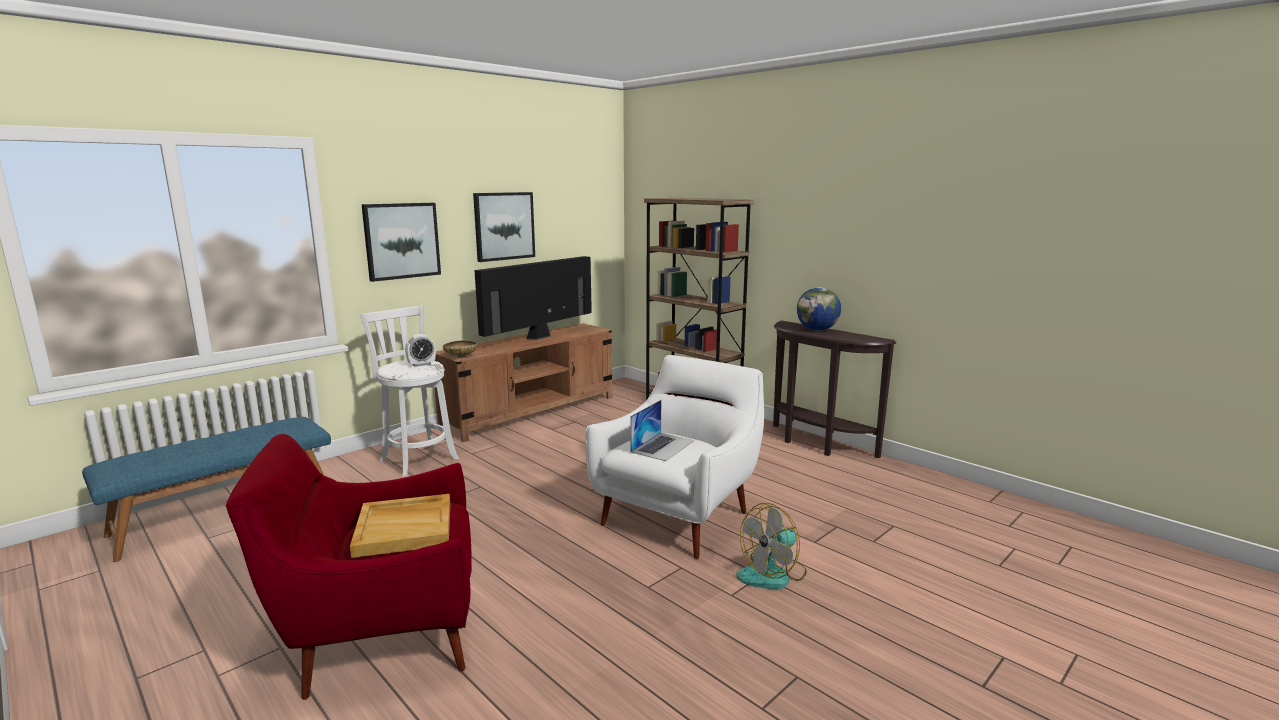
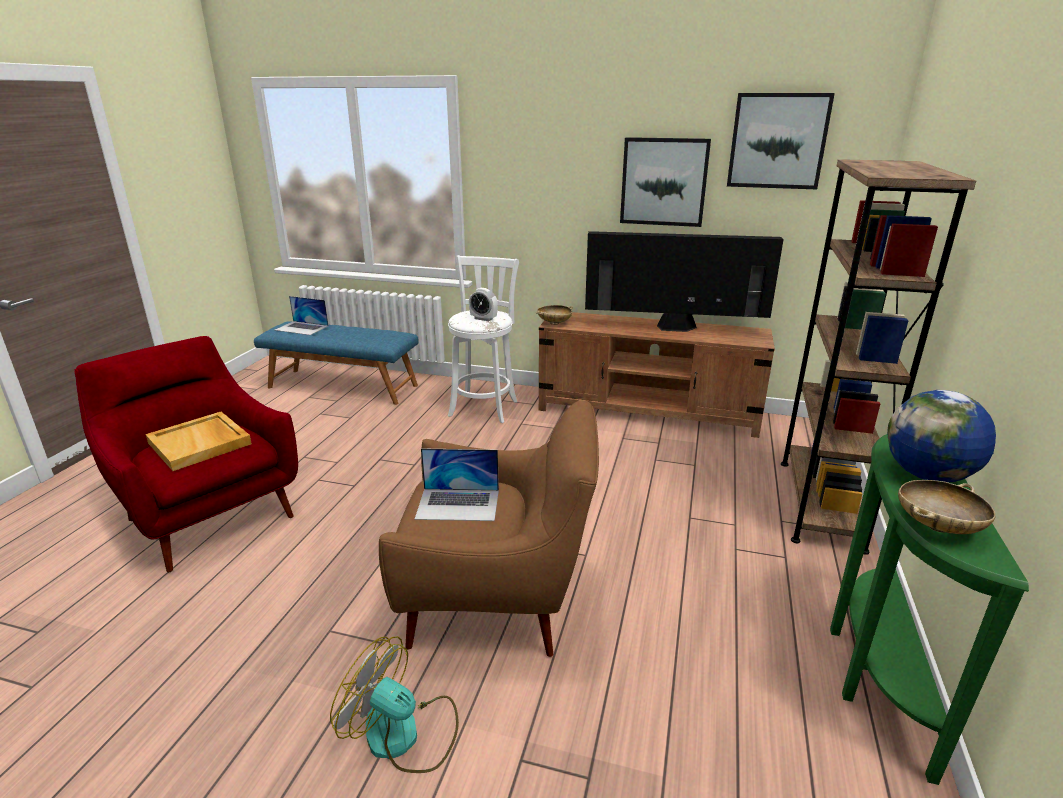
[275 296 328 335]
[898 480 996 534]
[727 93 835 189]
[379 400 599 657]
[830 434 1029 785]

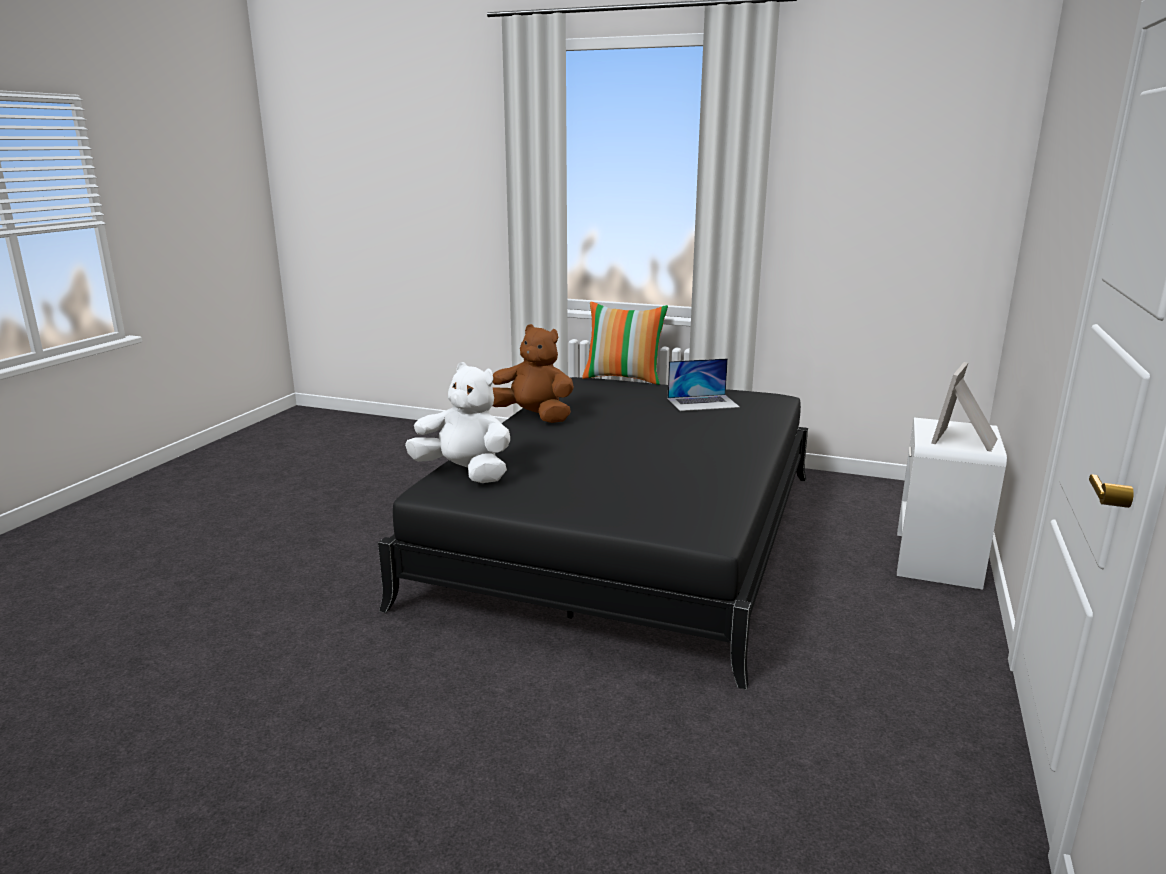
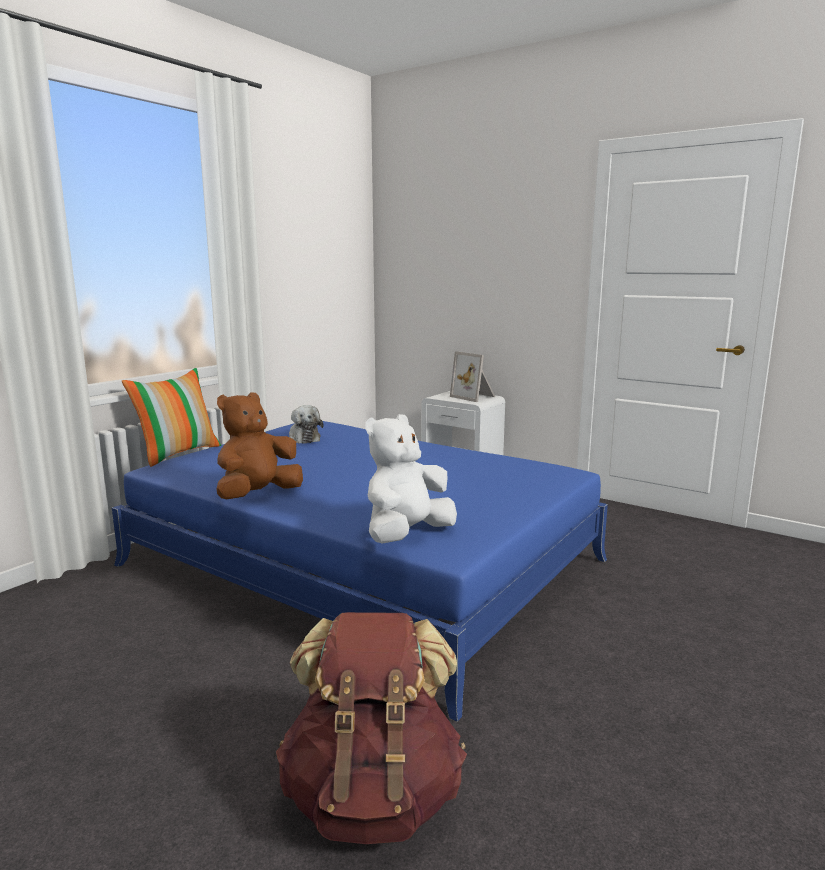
[276 612 467 844]
[289 405 324 444]
[112 421 608 722]

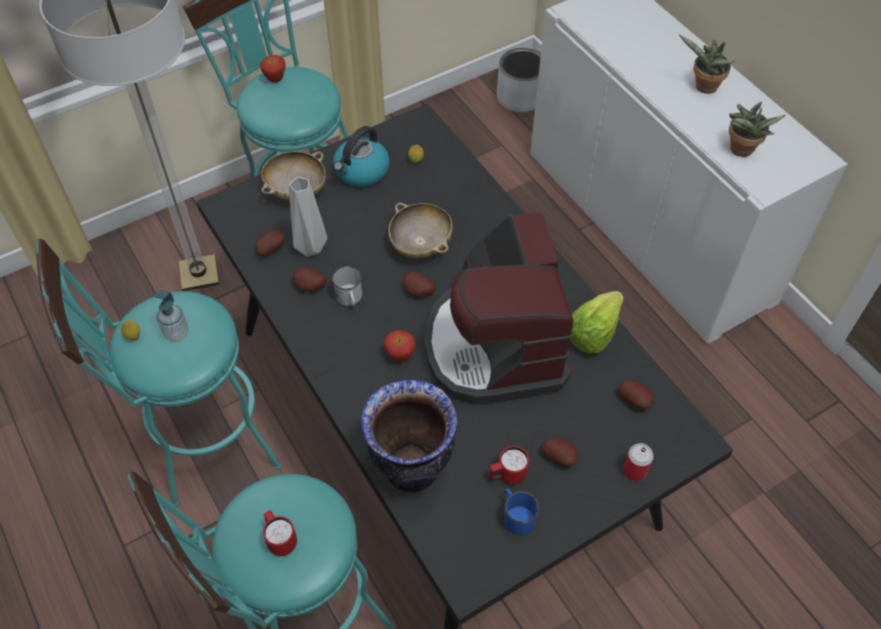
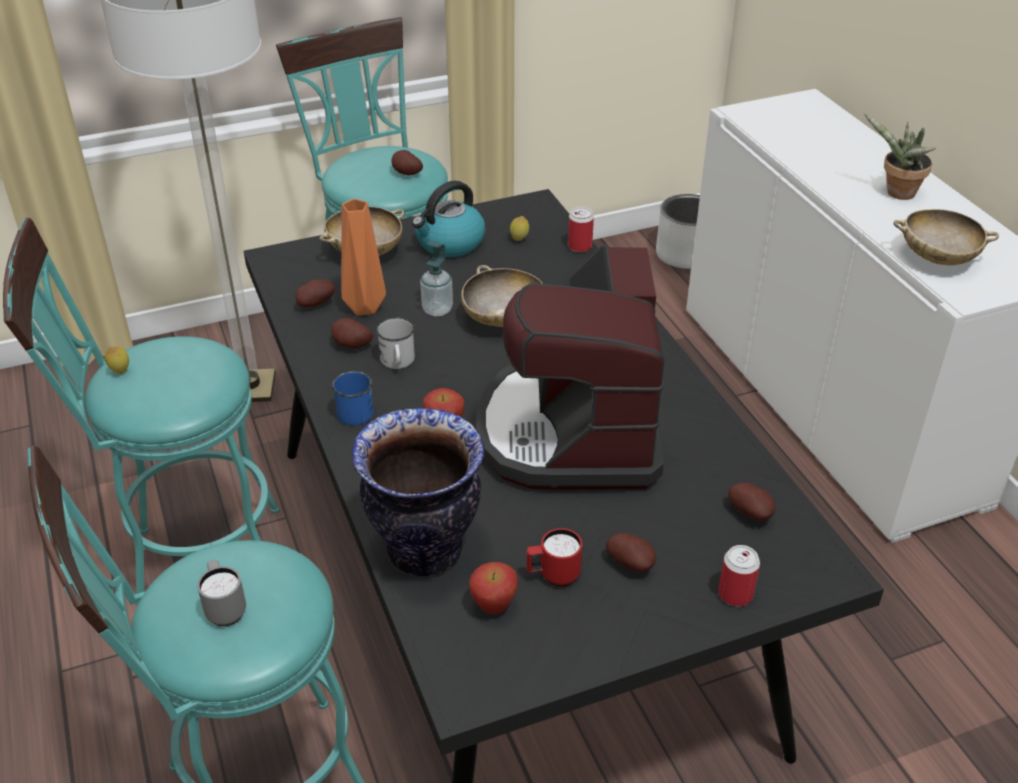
[570 291 624 354] (first image)
[568 207 594 252]
[420 241 453 316]
[469 562 518 614]
[391 150 423 175]
[332 371 374 425]
[893 209 999 265]
[197 560 246 626]
[341 199 386 316]

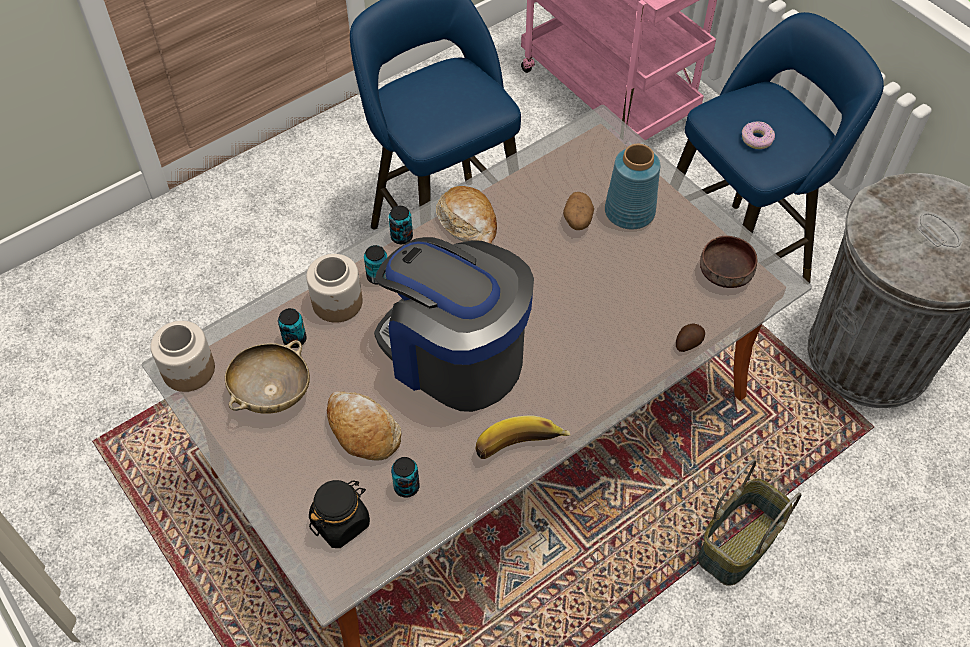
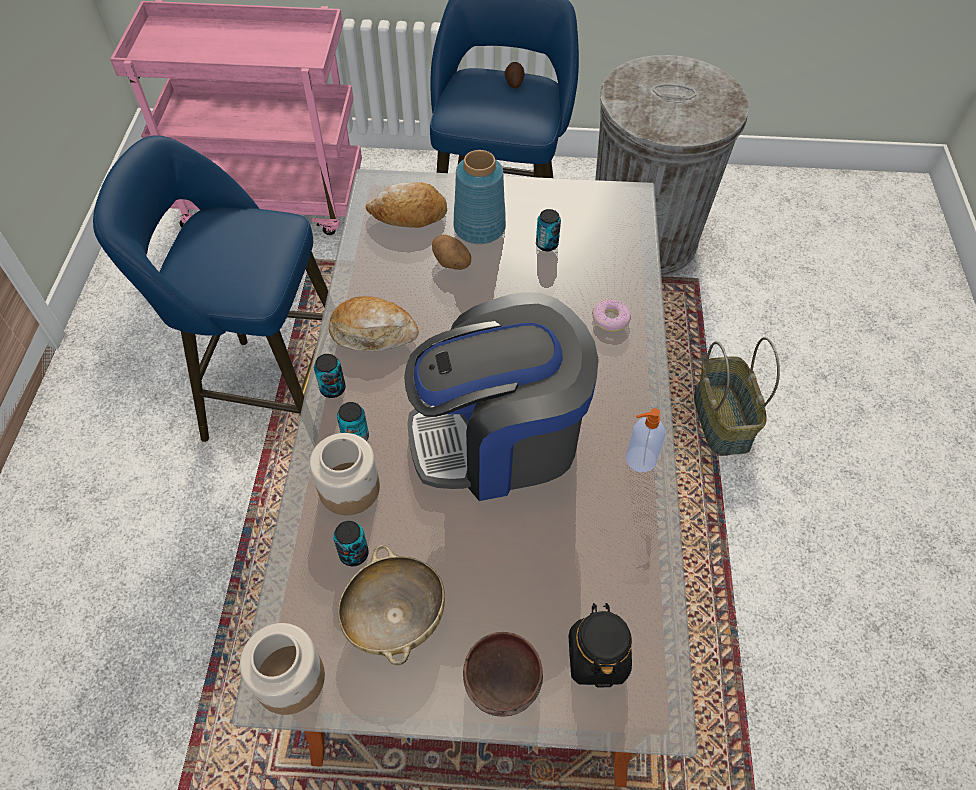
[365 182 447 228]
[536 209 561 251]
[504 62 525 88]
[463 632 543 716]
[592 299 631 332]
[626 408 666 472]

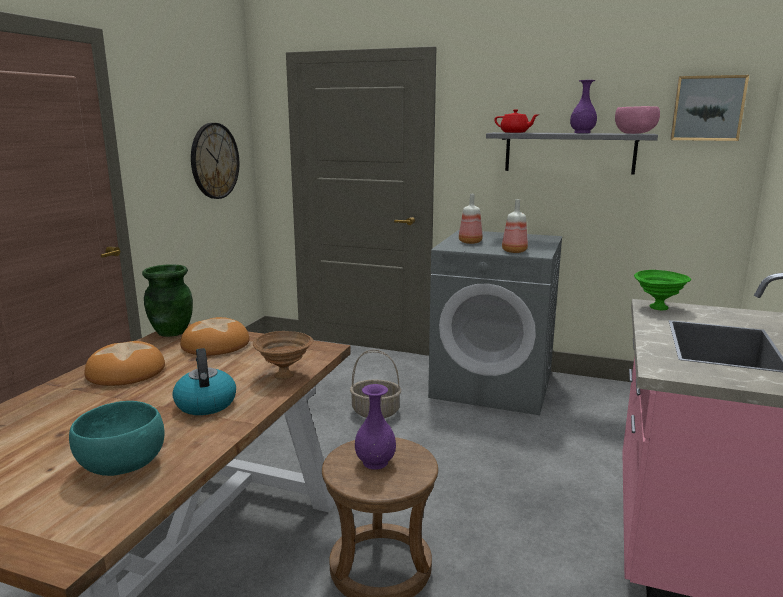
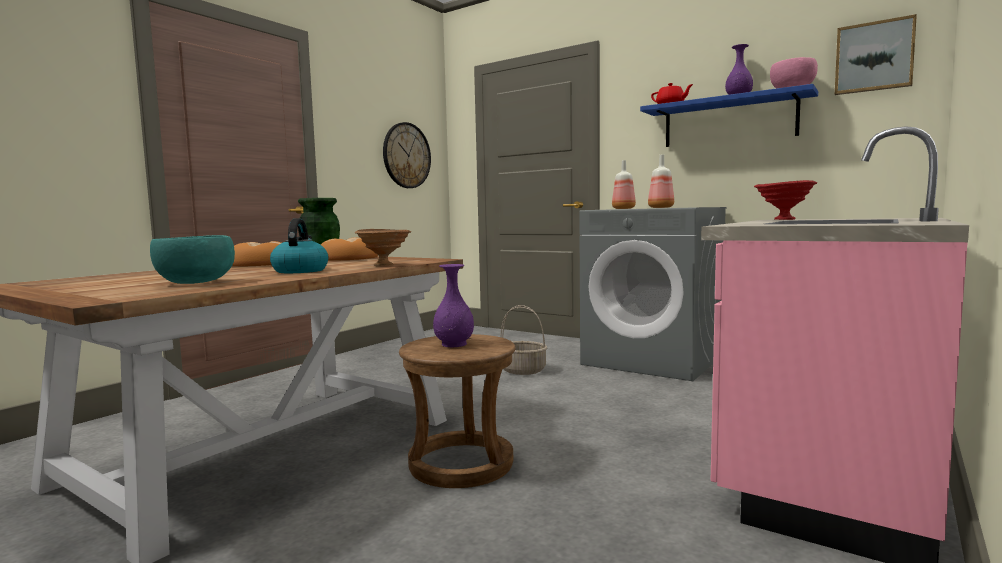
[640 84 818 147]
[754 180 817 220]

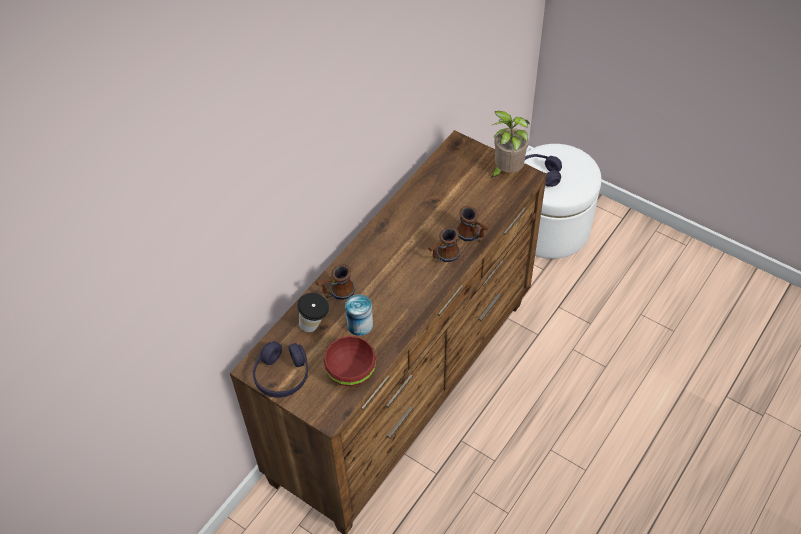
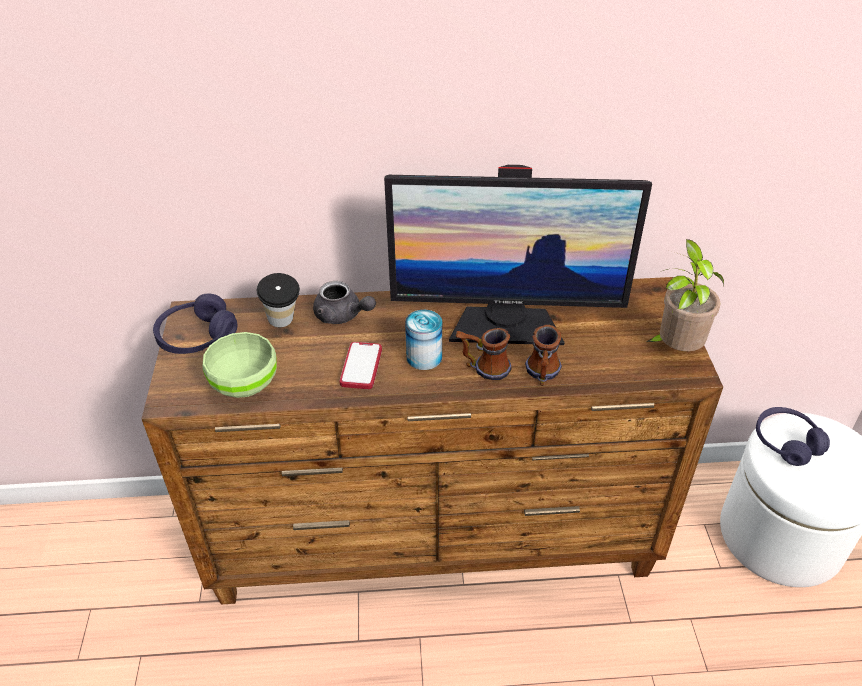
[340 342 382 389]
[384 165 652 345]
[405 310 442 370]
[313 281 376 324]
[203 332 277 398]

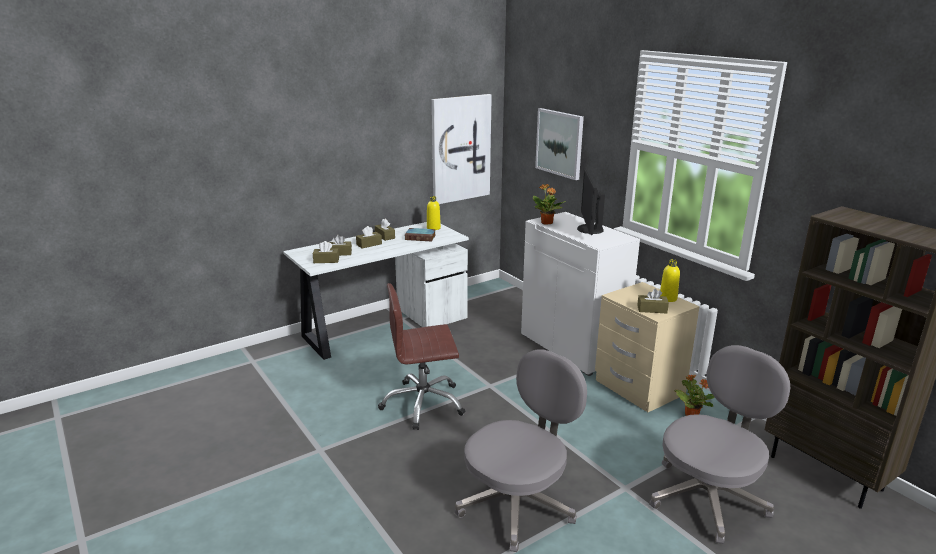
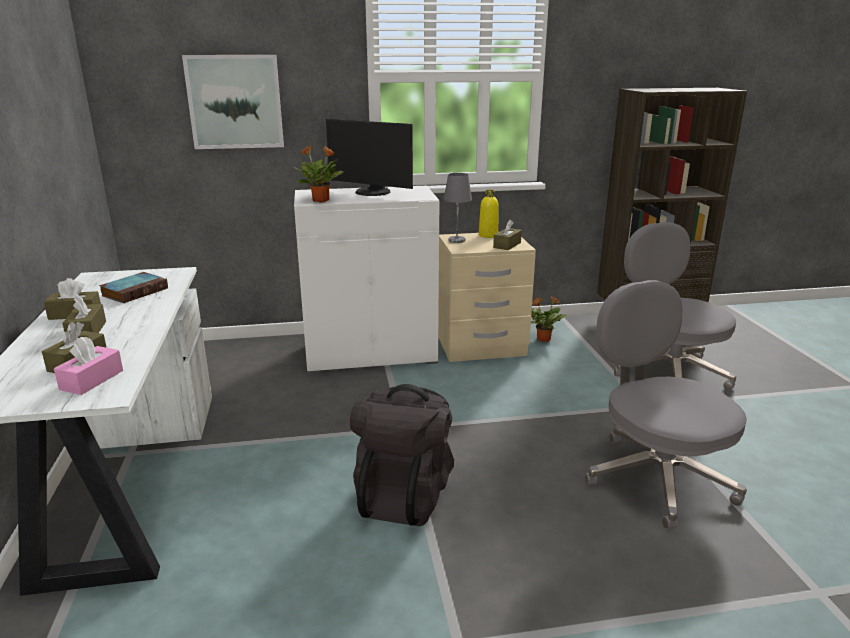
[427 196 441 230] (first image)
[432 94 492 204] (first image)
[444 173 472 243]
[350 384 454 526]
[54 337 123 395]

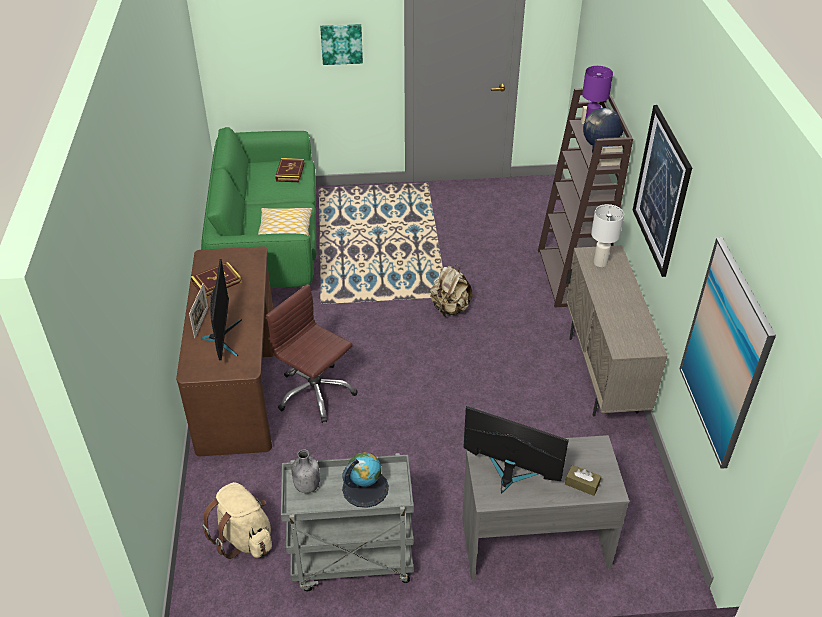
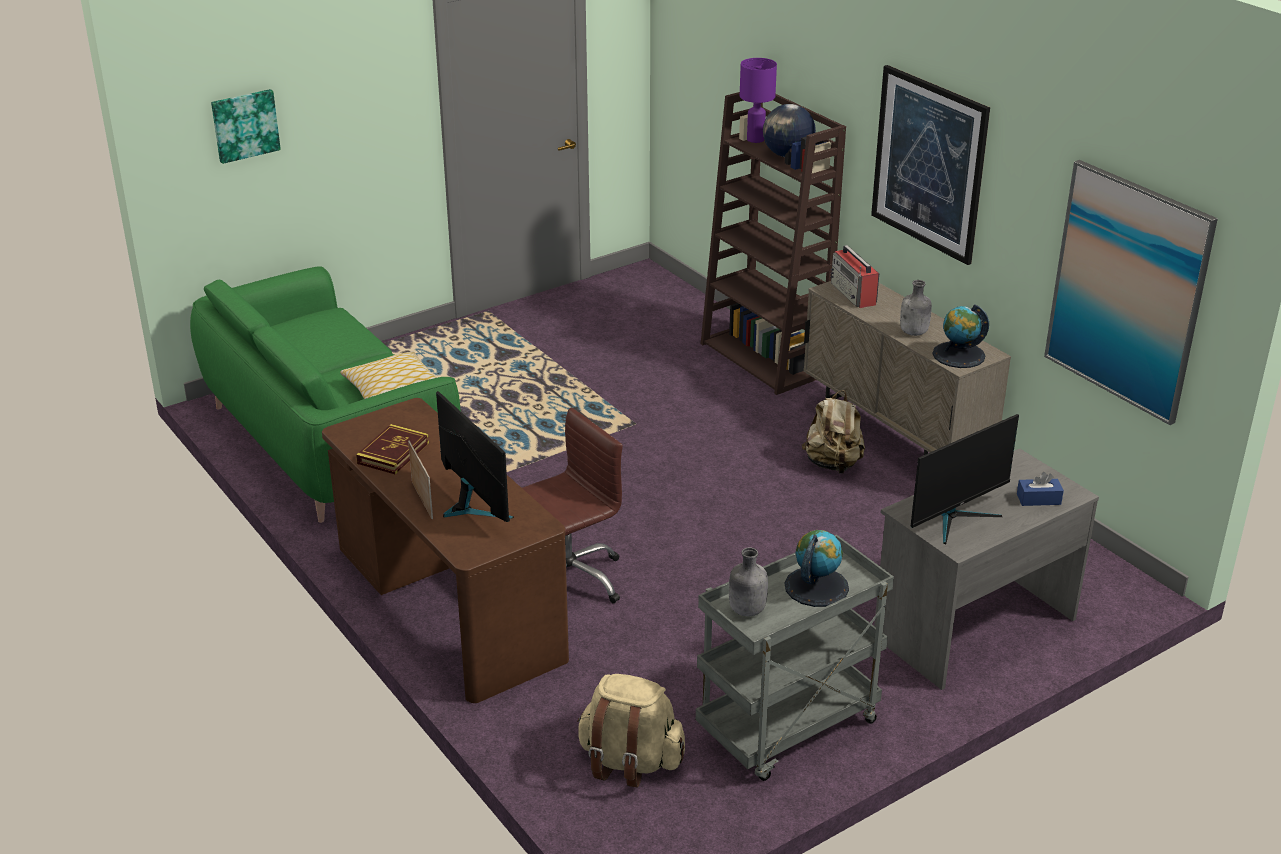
[275 158 305 182] (first image)
[900 280 932 336]
[932 304 989 368]
[211 89 281 164]
[802 390 865 473]
[830 245 879 308]
[1017 472 1064 506]
[522 407 623 604]
[911 414 1019 544]

